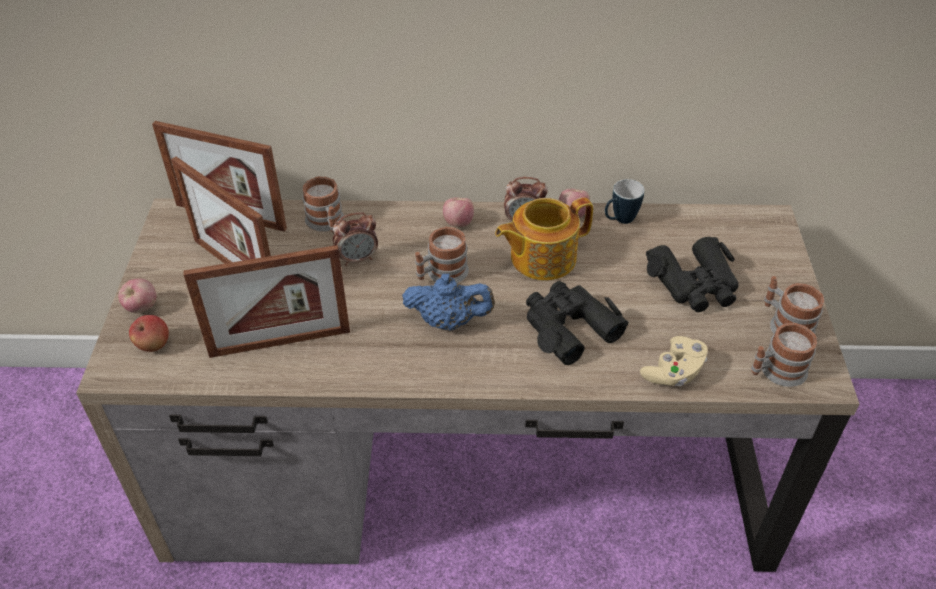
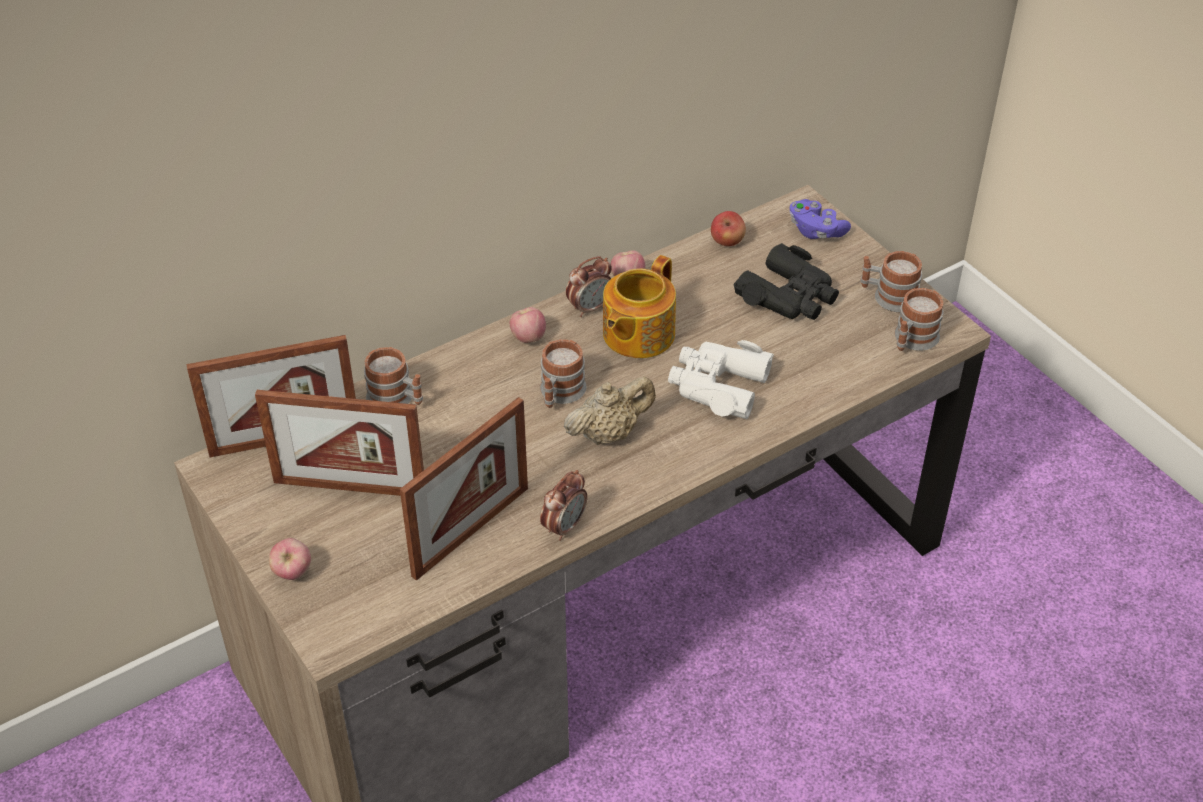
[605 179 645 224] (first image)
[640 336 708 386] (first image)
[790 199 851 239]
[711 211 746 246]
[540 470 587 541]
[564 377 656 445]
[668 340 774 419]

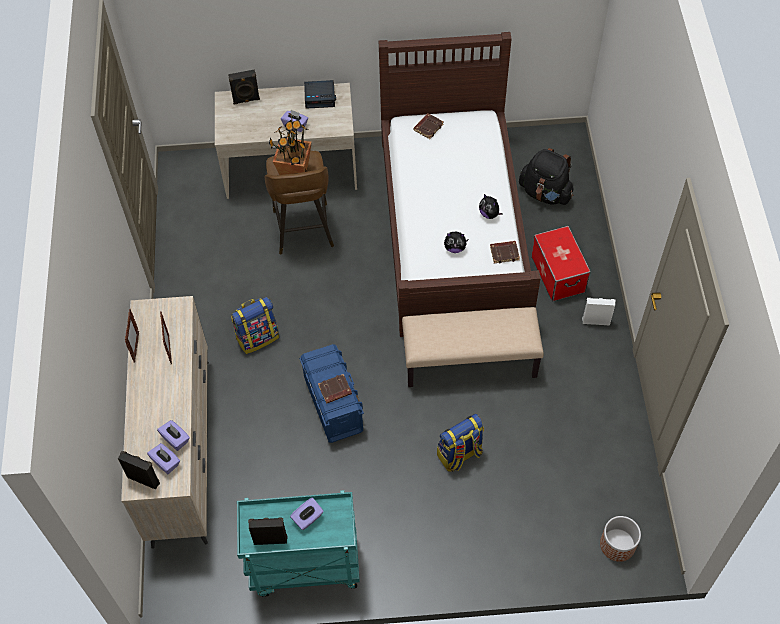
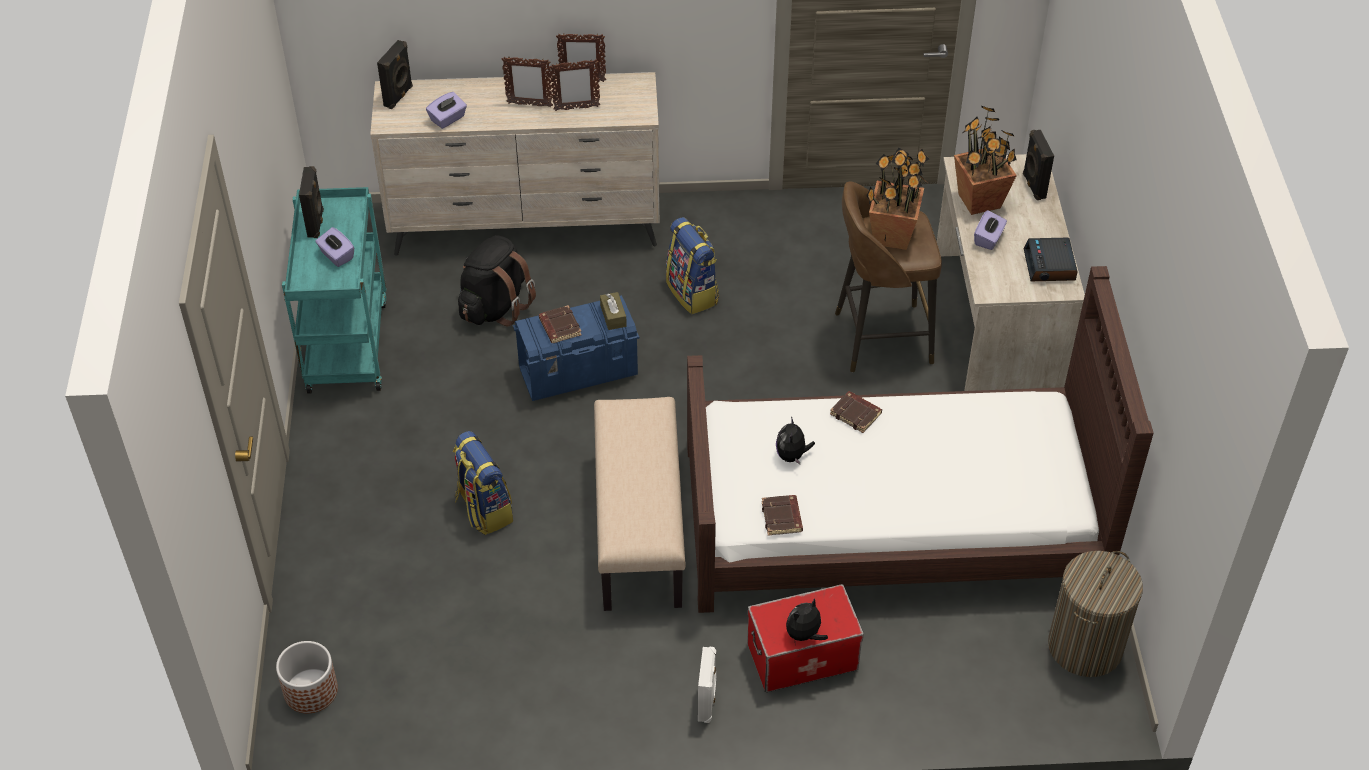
[147 443 180 474] (first image)
[501 57 553 107]
[600 292 627 330]
[954 106 1017 215]
[1048 551 1143 677]
[830 391 882 433]
[786 598 828 641]
[458 235 536 326]

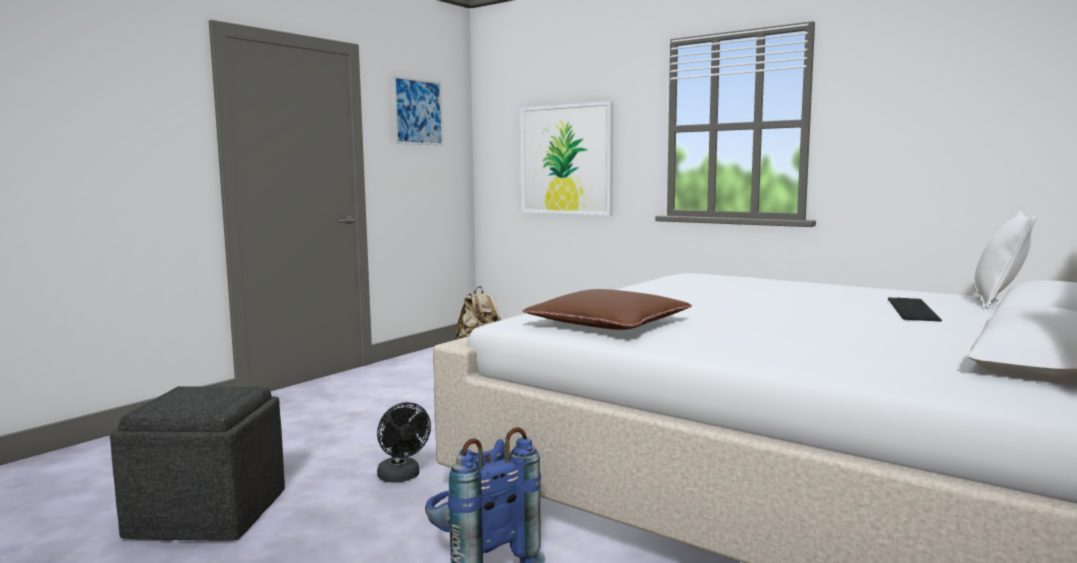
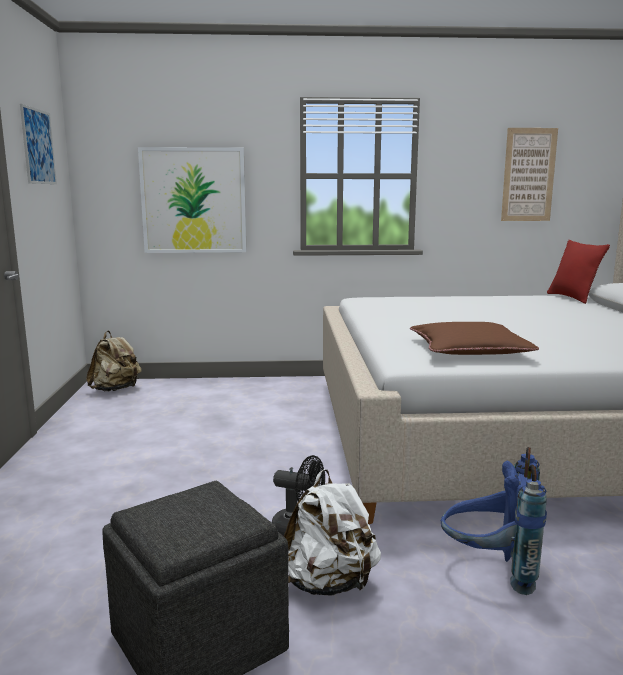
[888 297 942 322] (first image)
[284 469 381 596]
[501 128 558 221]
[547 240 610 304]

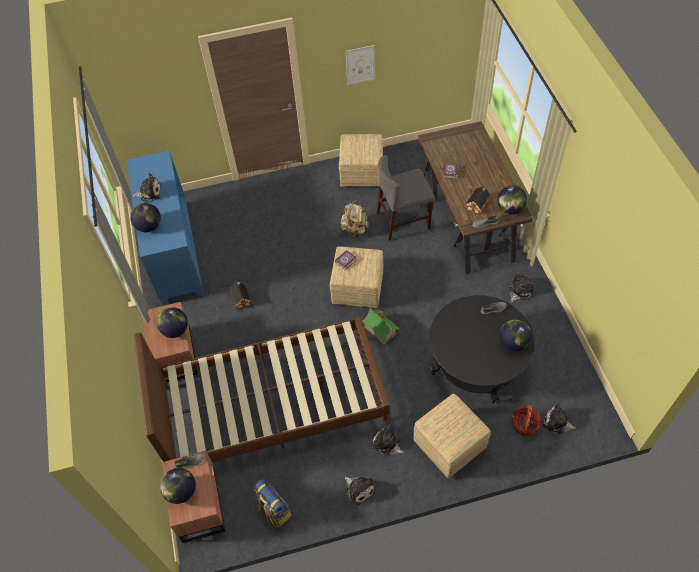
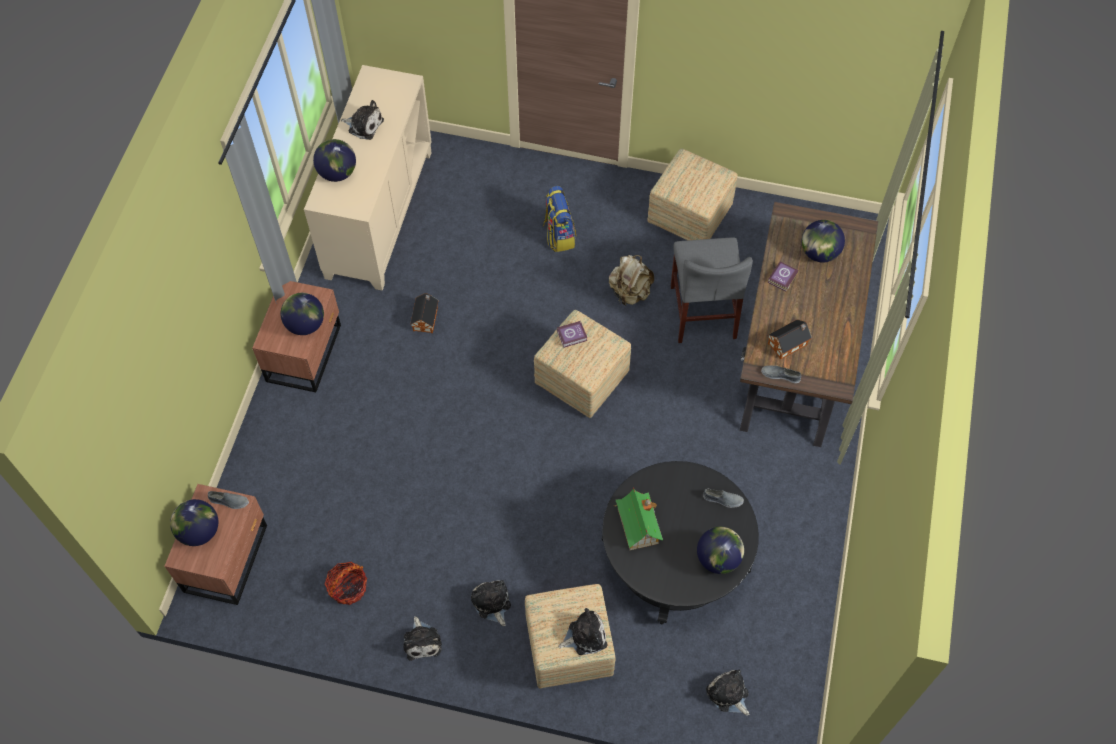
[134 317 390 462] (first image)
[346 45 375 85] (first image)
[543 186 576 252]
[614 487 663 550]
[802 220 845 262]
[559 608 607 655]
[325 562 367 605]
[304 65 432 291]
[671 237 753 343]

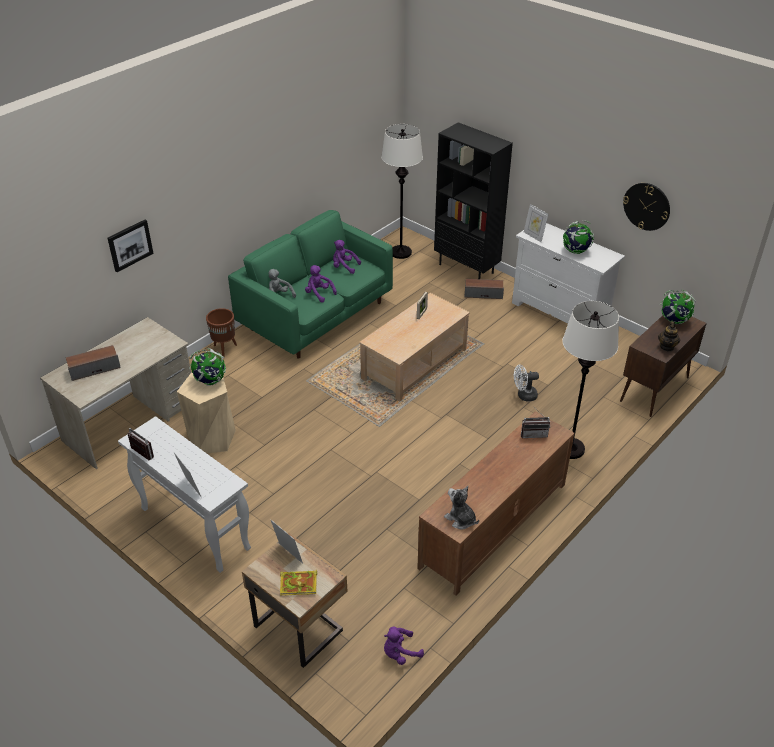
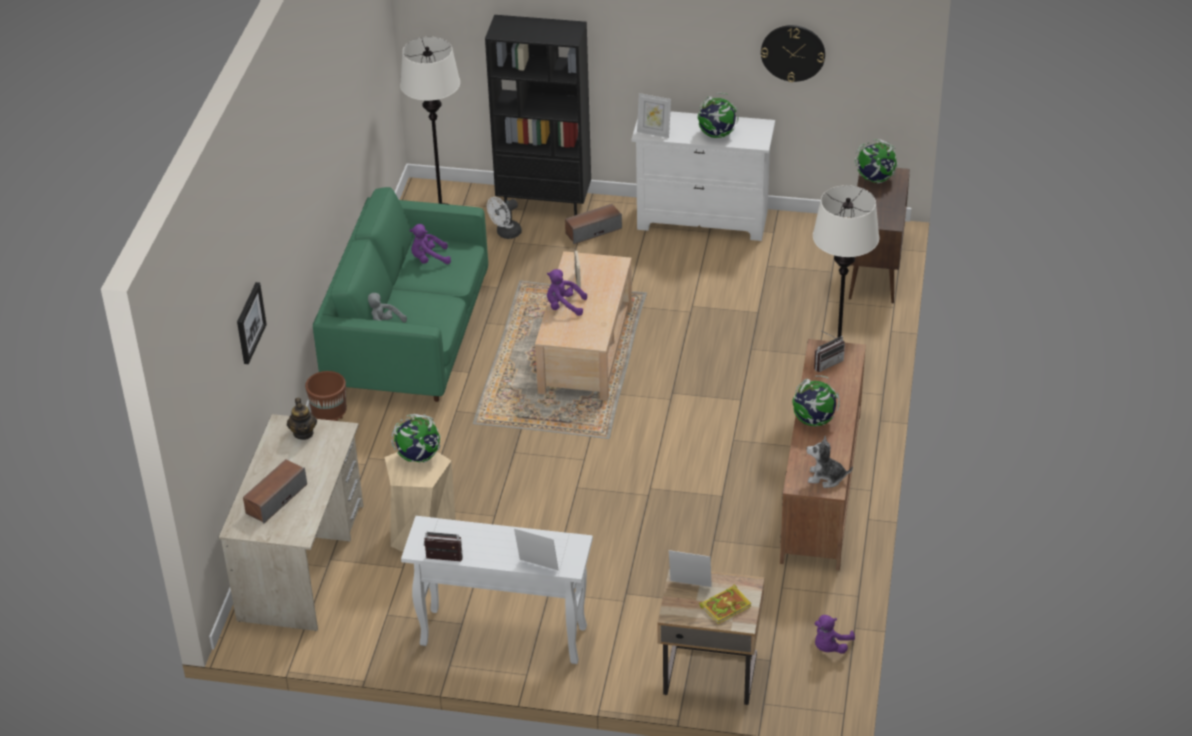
[792 375 840 427]
[547 269 587 316]
[487 197 522 239]
[287 398 317 440]

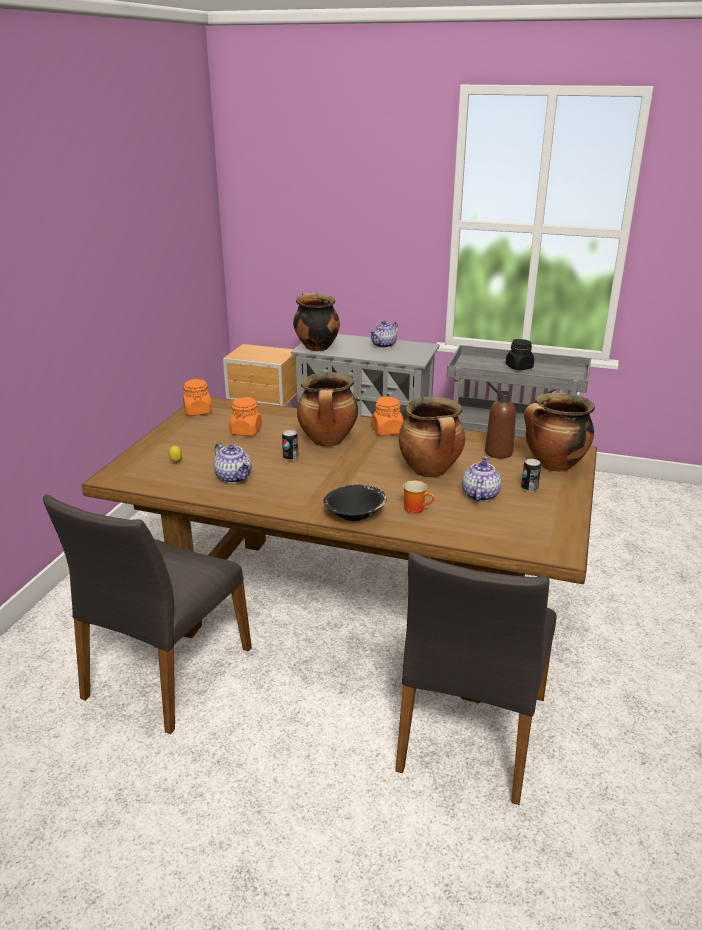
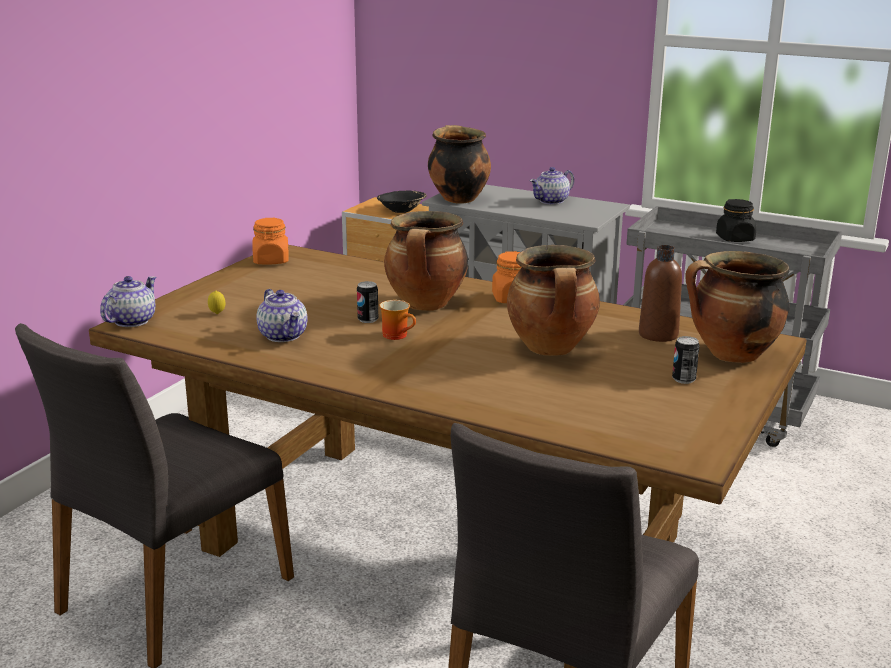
[229 397 262 436] (first image)
[377 191 427 213]
[379 300 416 340]
[100 276 156 327]

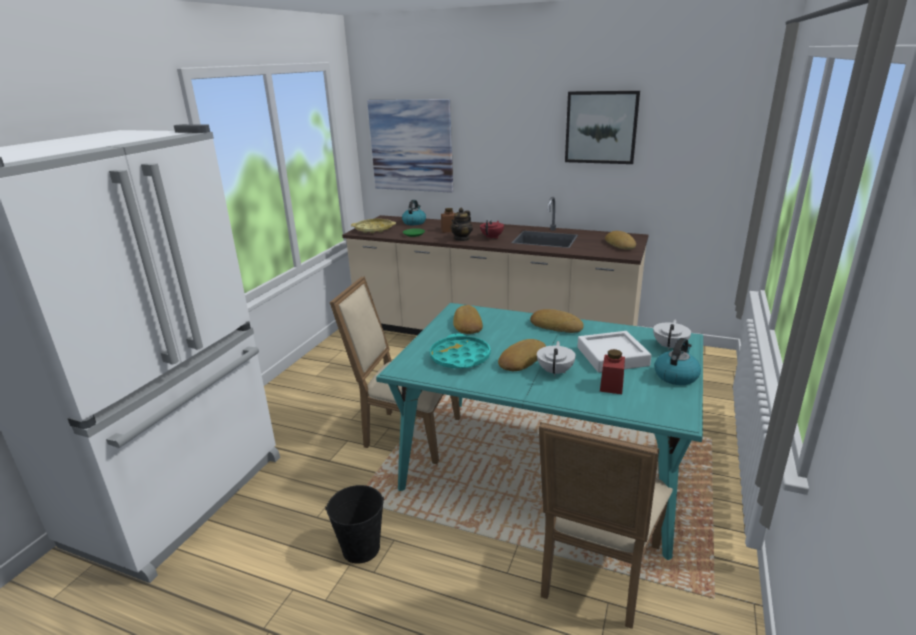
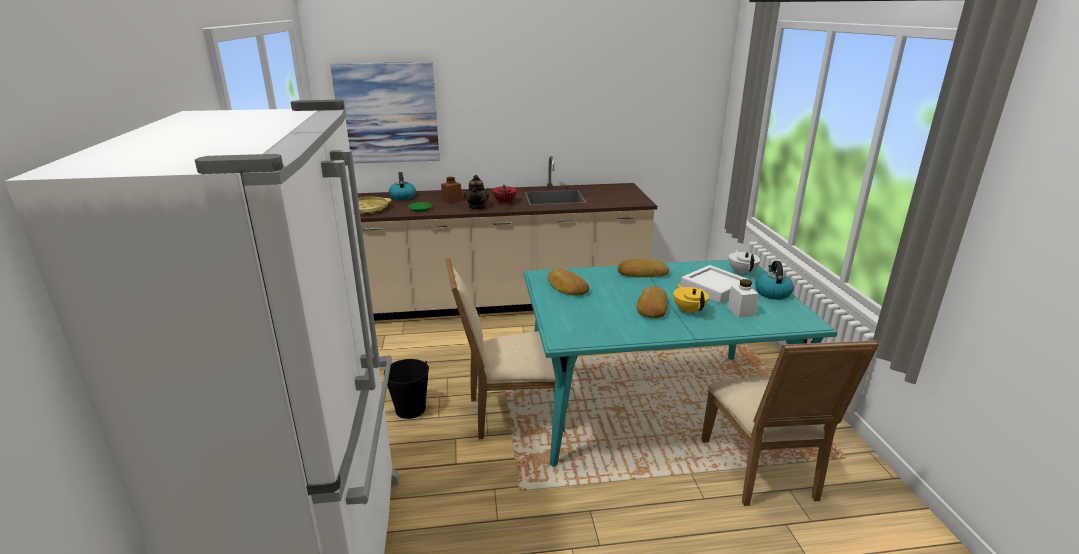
[430 333 491 368] (first image)
[565 91 640 164] (first image)
[605 231 636 250] (first image)
[384 359 429 419]
[673 283 709 314]
[727 279 758 318]

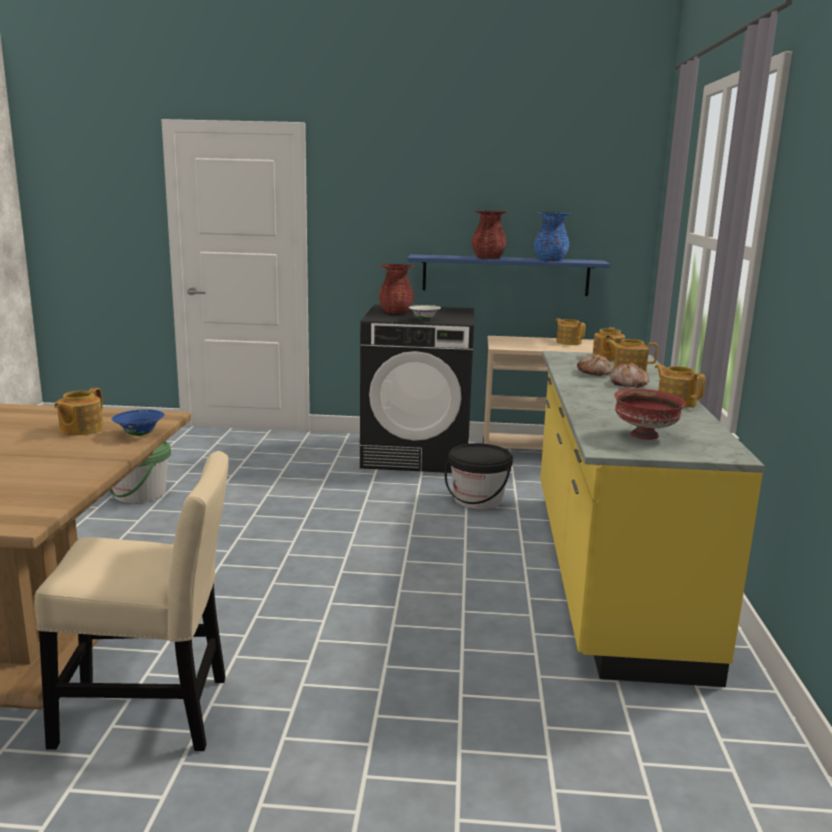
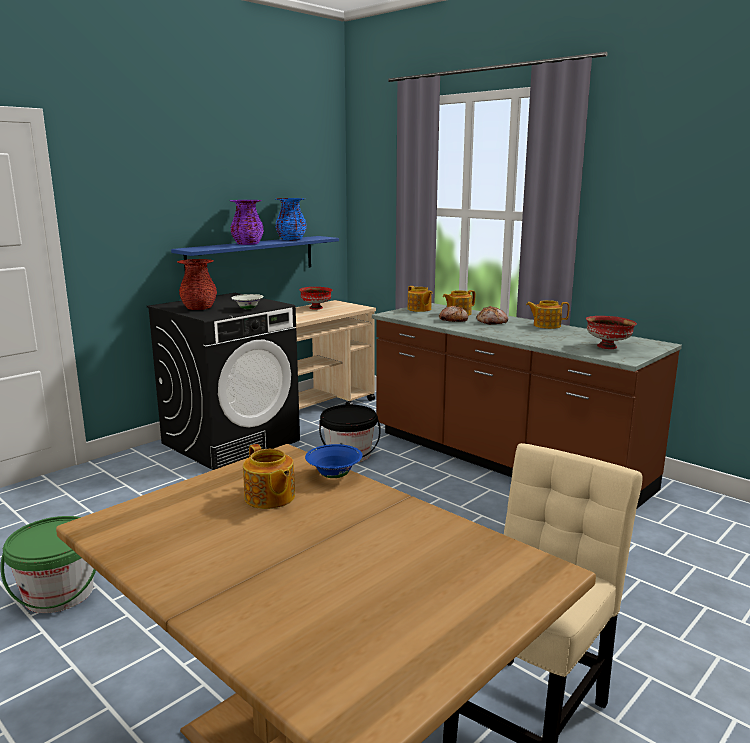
[299 287 332 310]
[230 200 264 245]
[372 303 682 508]

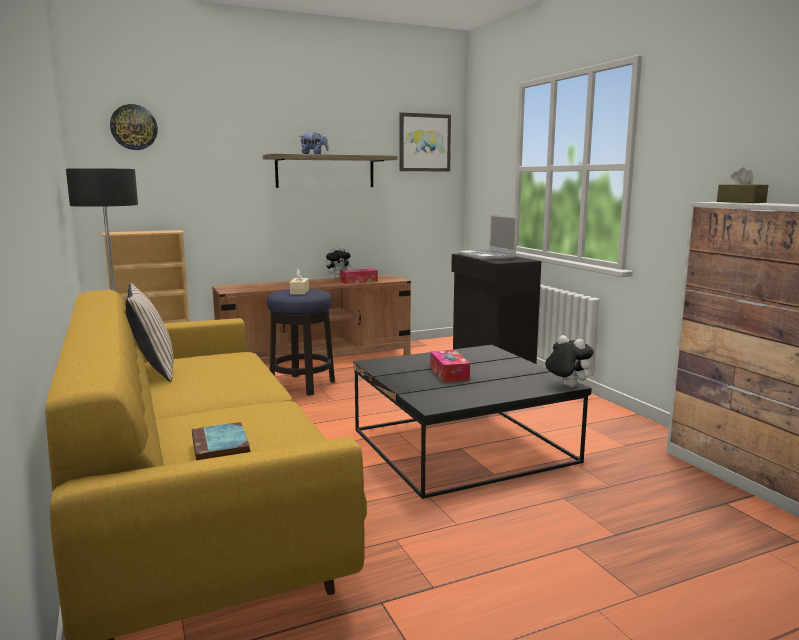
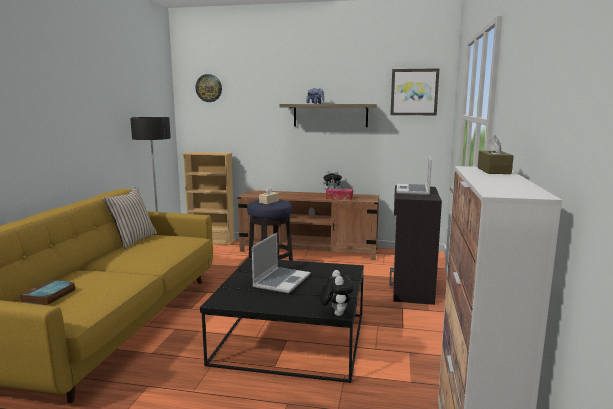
[252 233 310 294]

